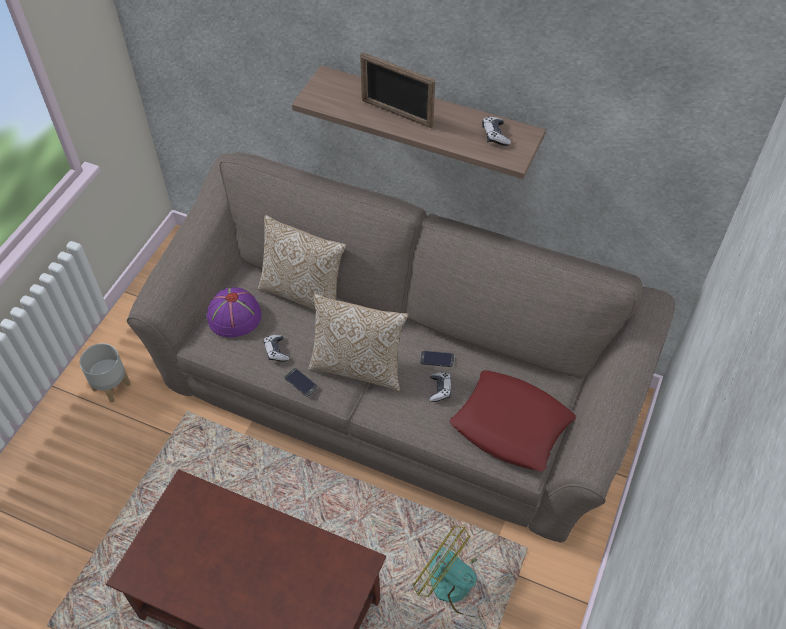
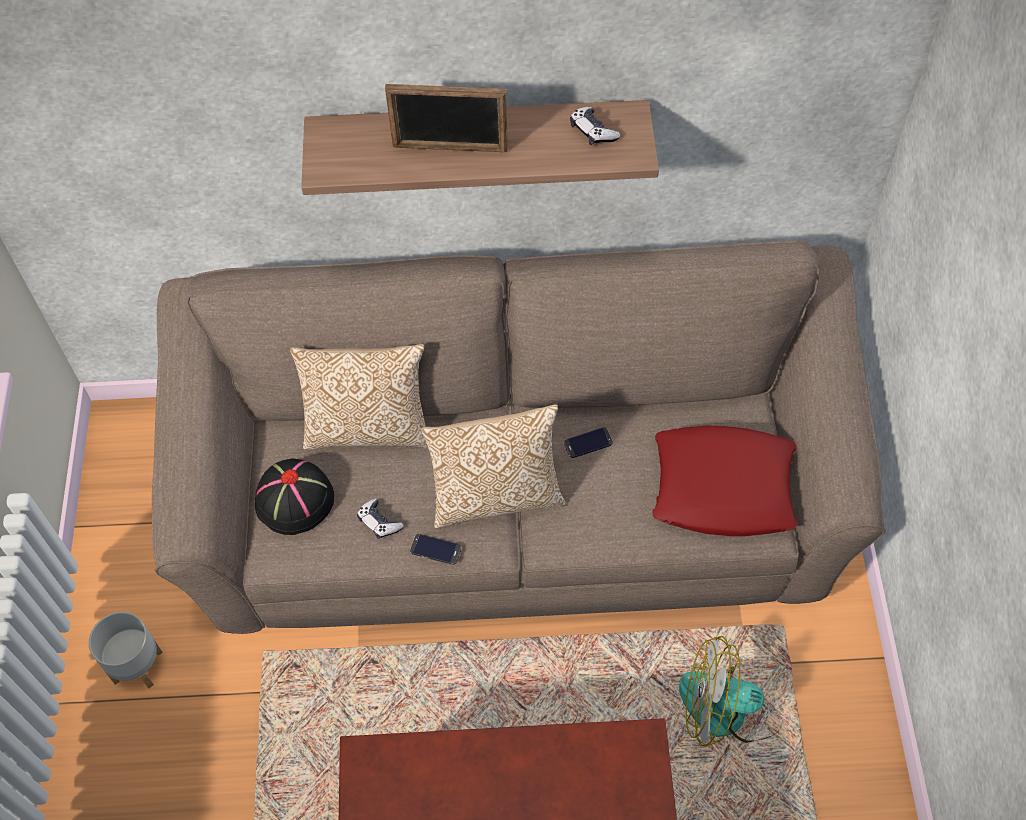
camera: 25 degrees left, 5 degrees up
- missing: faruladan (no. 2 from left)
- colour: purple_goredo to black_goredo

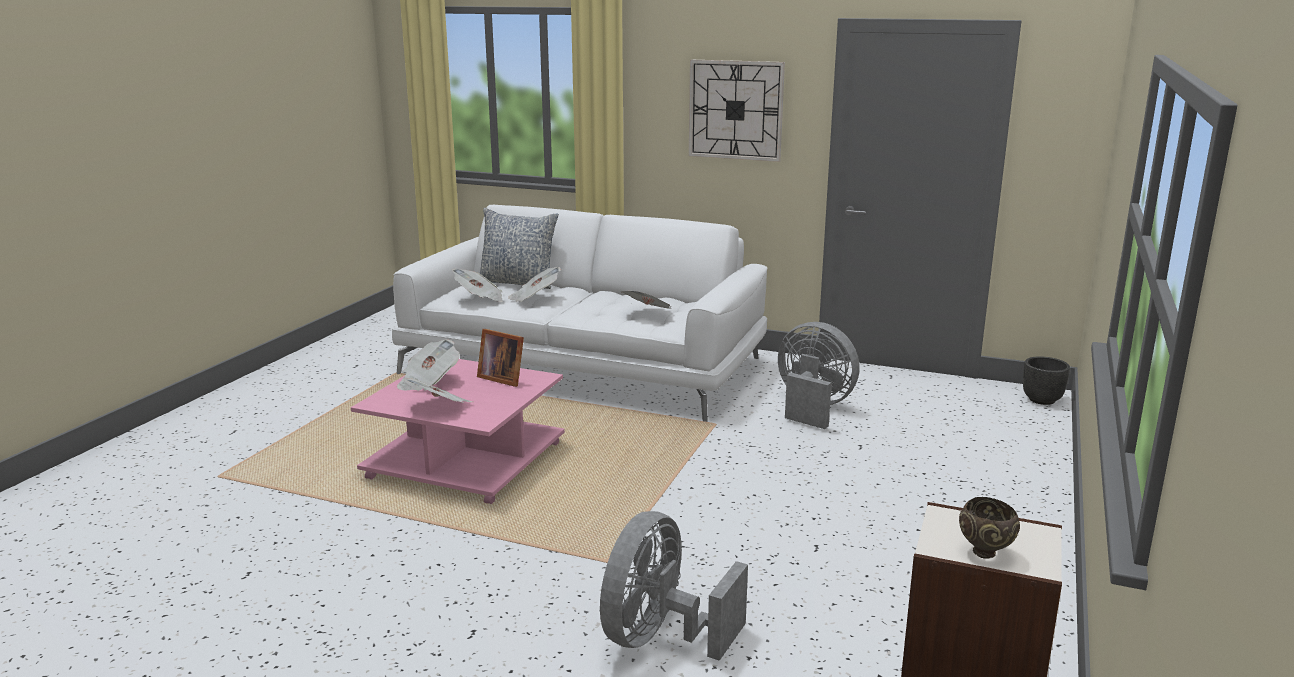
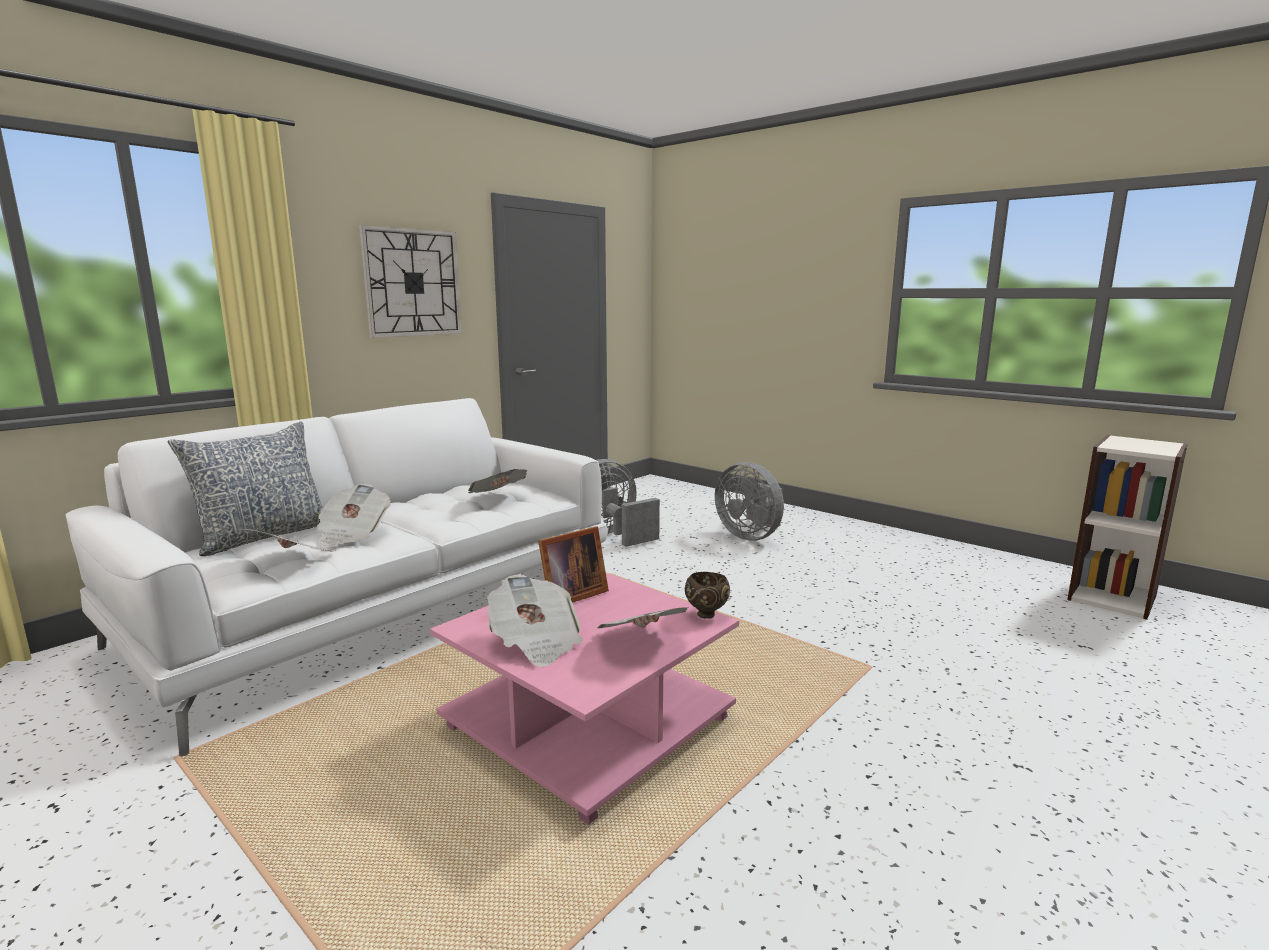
camera: 70 degrees left, 5 degrees down
- missing: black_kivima
- relocated: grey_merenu (no. 1 from left in the first image) to grey_merenu (no. 2 from left)
- relocated: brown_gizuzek

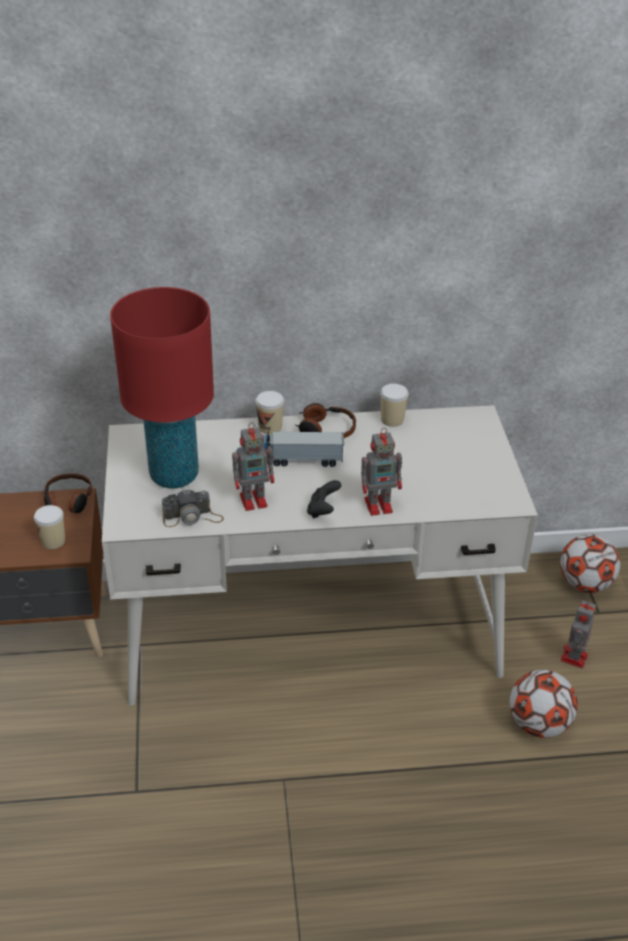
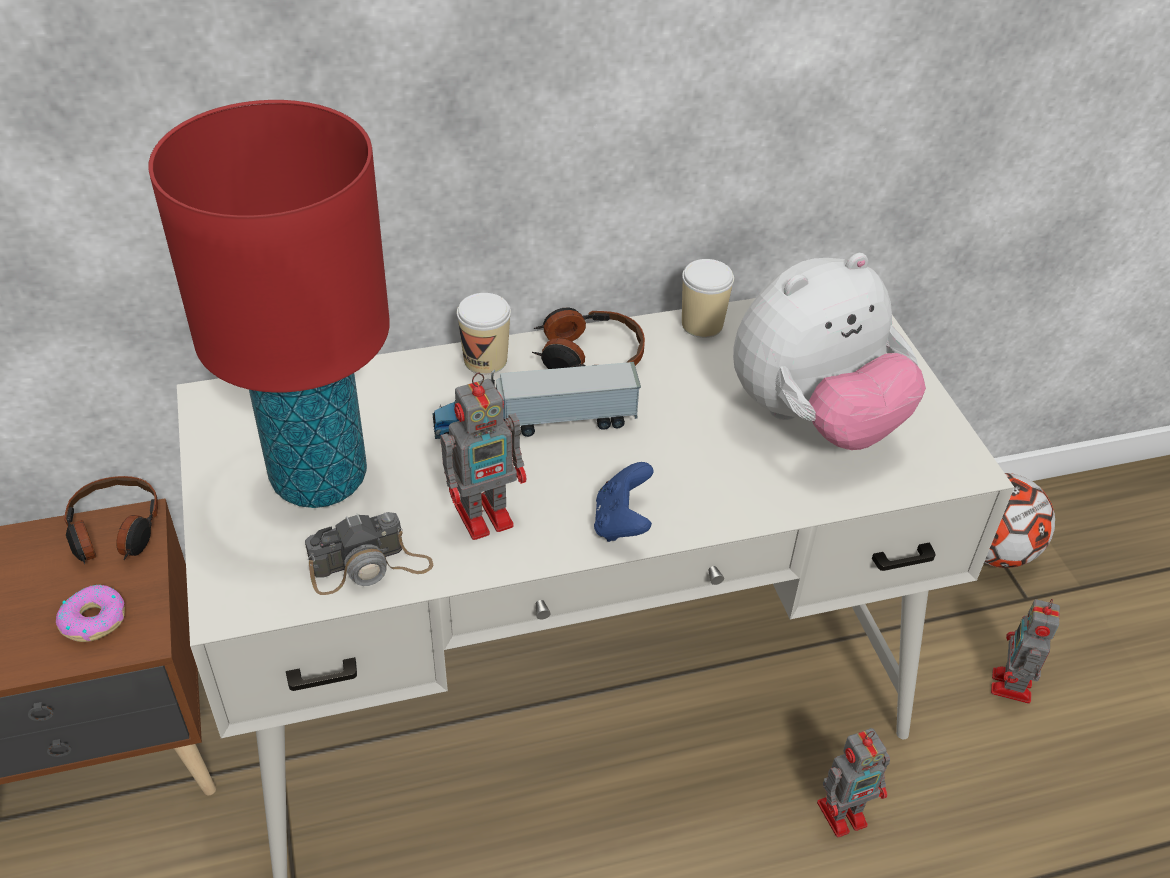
camera: 10 degrees left, 5 degrees up
- missing: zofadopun (no. 1 from left)
- appeared: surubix
- relocated: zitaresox (no. 2 from left)
- exchanged: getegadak (no. 1 from left) to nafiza
- colour: black_faruladan to blue_faruladan

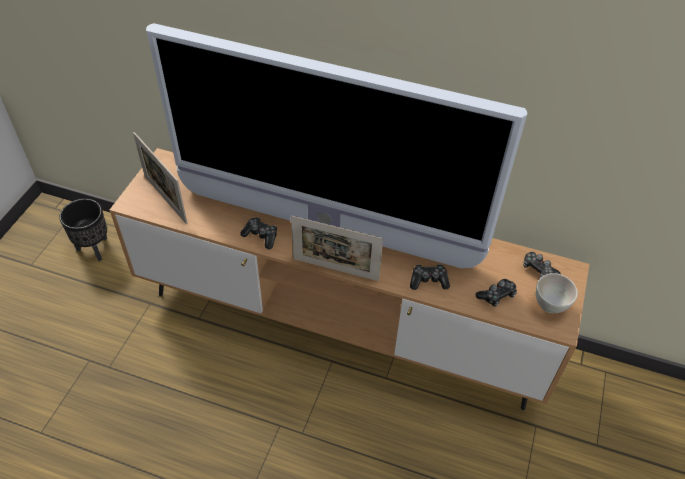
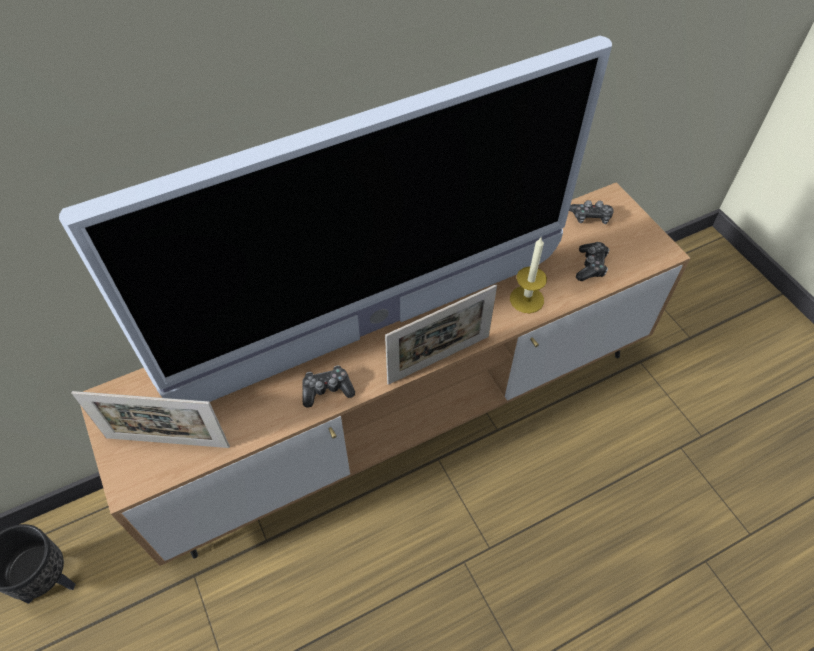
camera: 45 degrees left, 5 degrees up
- missing: white_gizuzek
- exchanged: faruladan (no. 2 from left) to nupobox

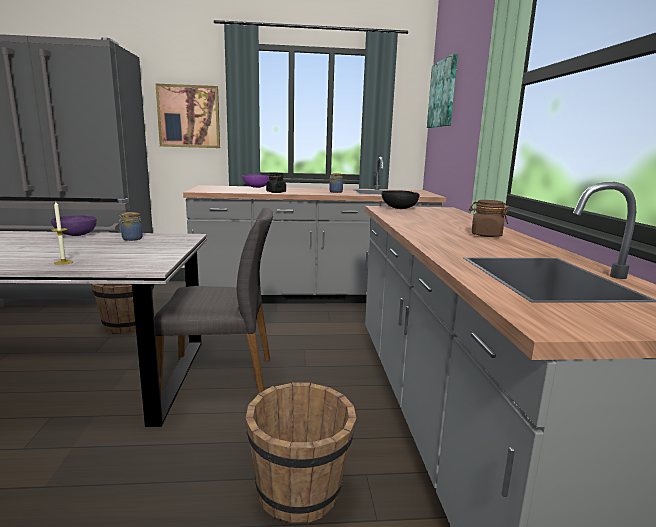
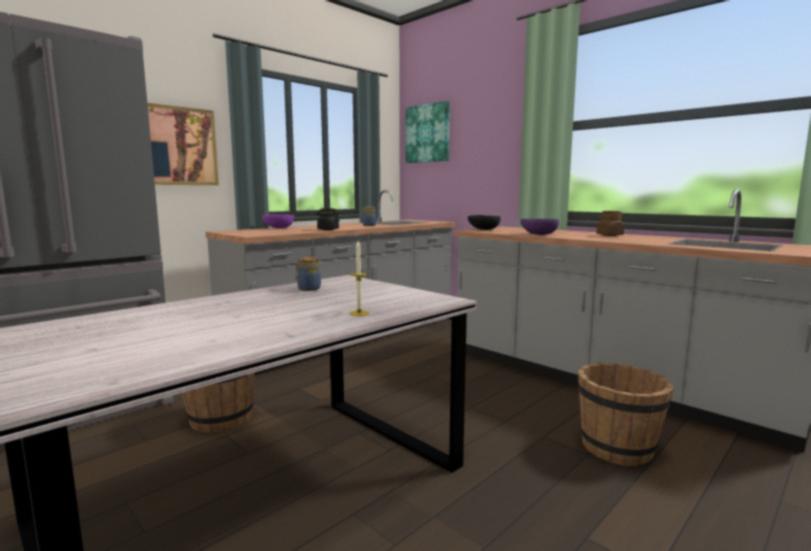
camera: 40 degrees left, 5 degrees down
- missing: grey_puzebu
- relocated: purple_gizuzek (no. 1 from left in the first image) to purple_gizuzek (no. 2 from left)

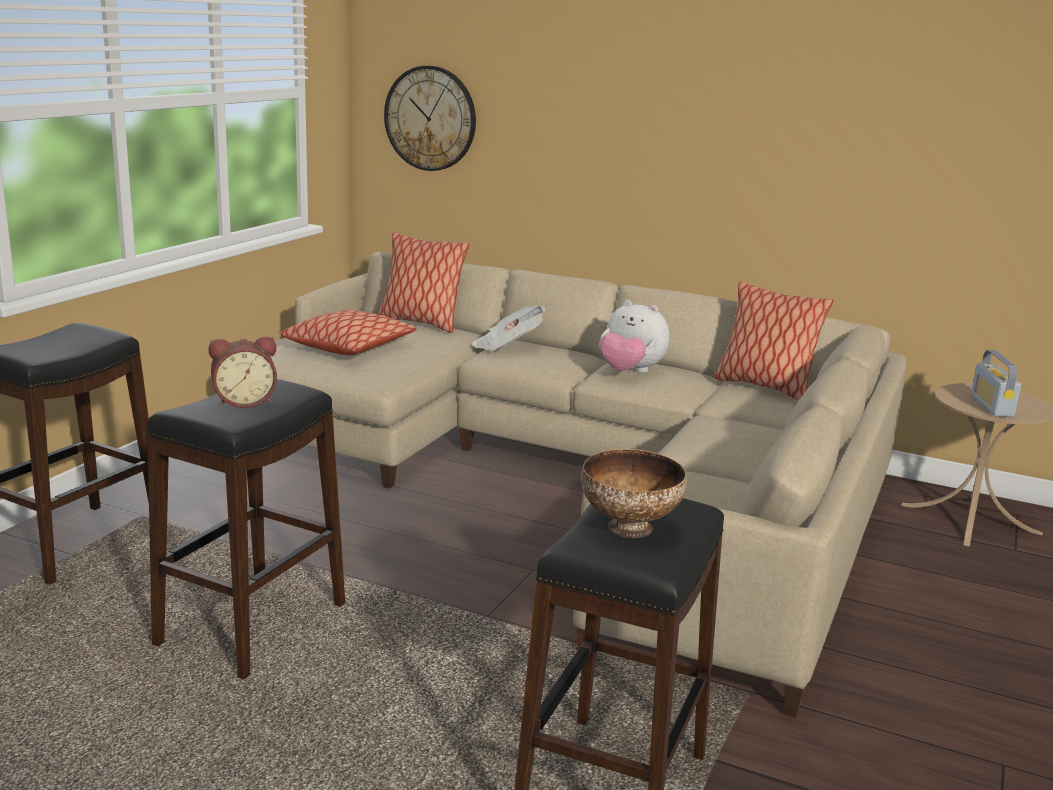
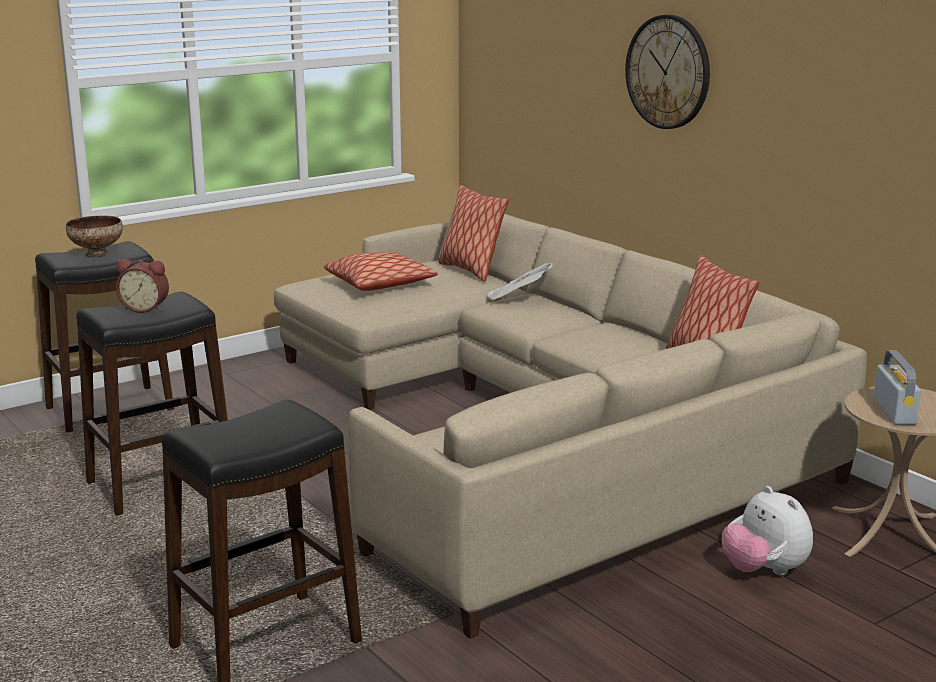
camera: 30 degrees right, 0 degrees up
- relocated: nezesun
- relocated: gizuzek
- relocated: surubix
- spun: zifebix 150 degrees clockwise

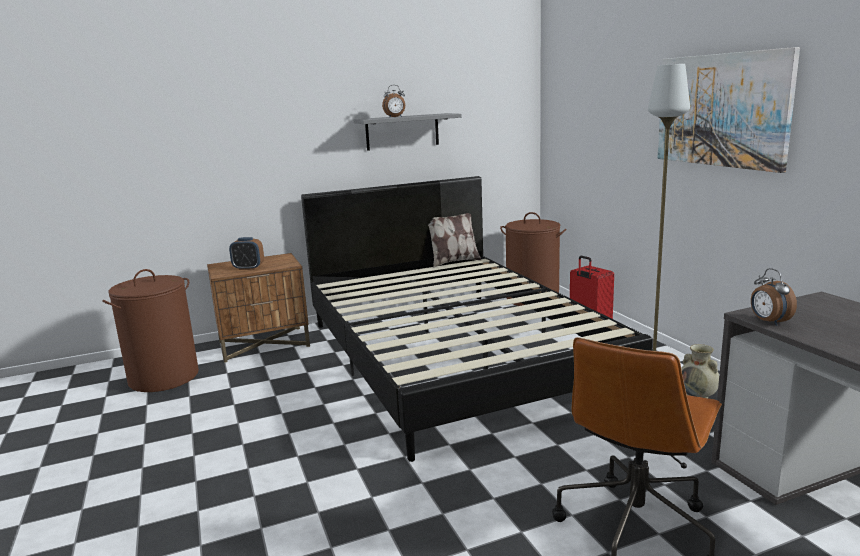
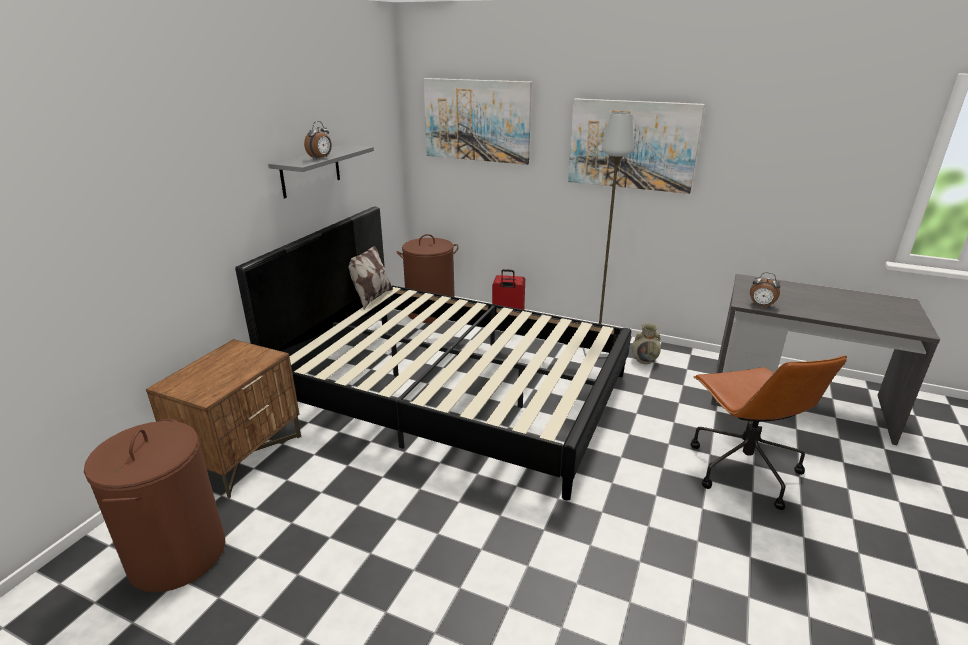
camera: 45 degrees left, 10 degrees up
- missing: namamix (no. 1 from left)
- appeared: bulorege (no. 1 from left)

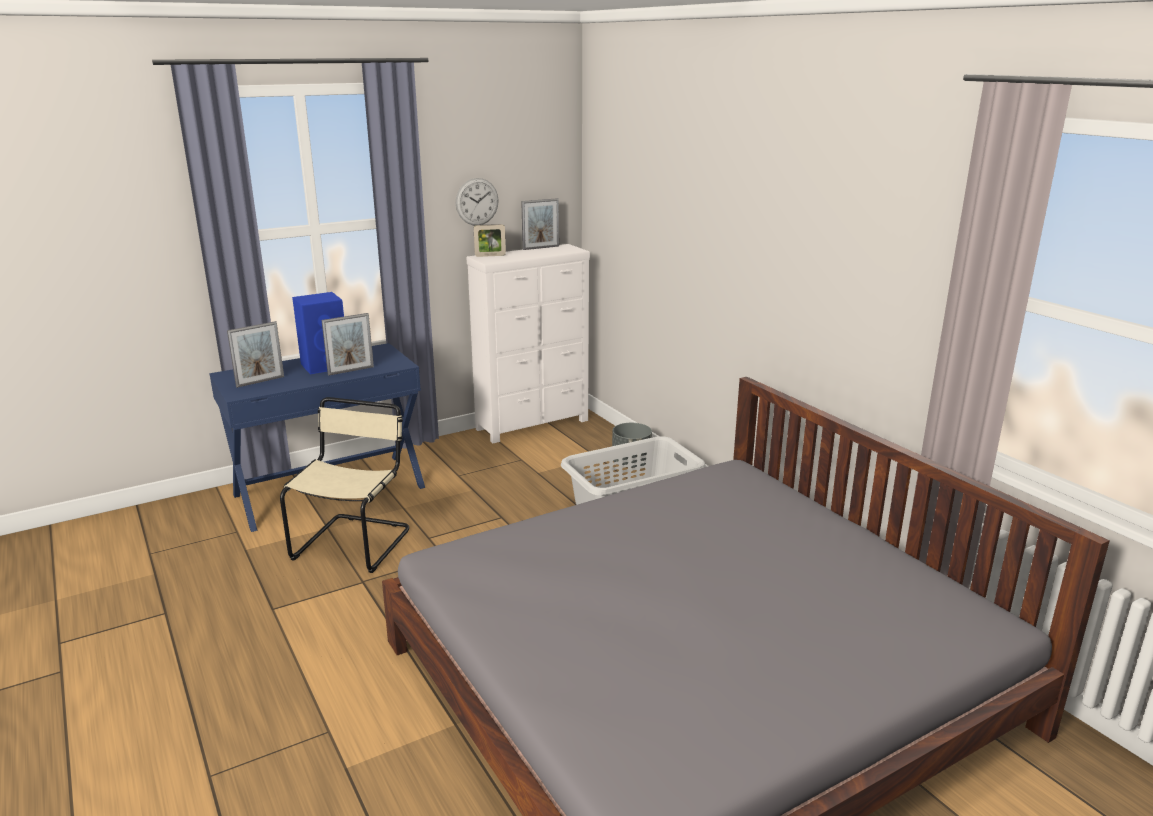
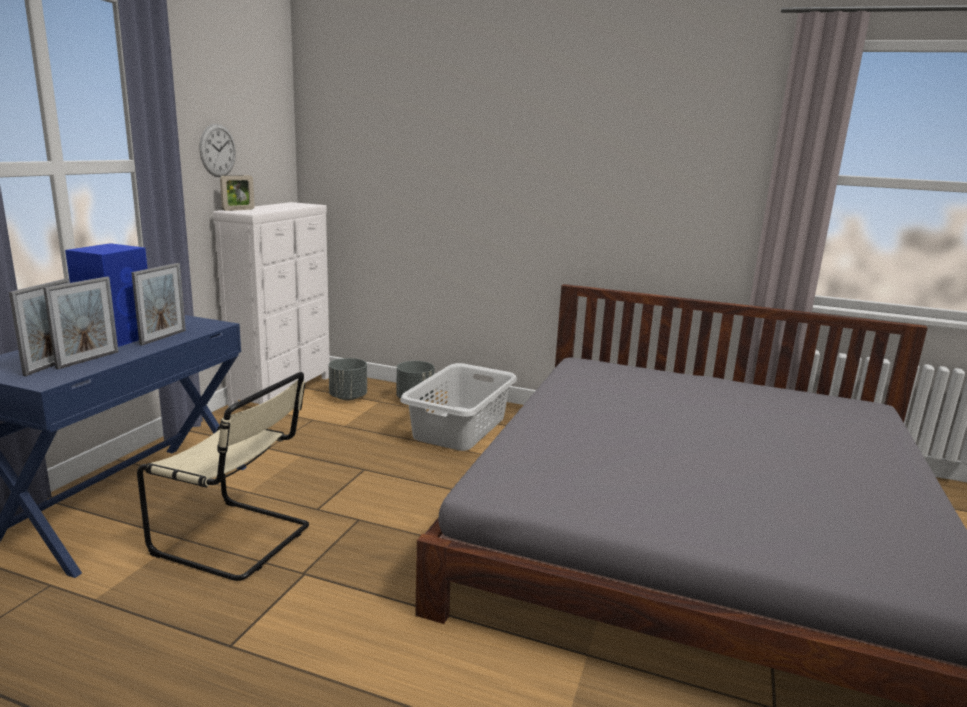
camera: 40 degrees left, 5 degrees down
- appeared: grey_kivima (no. 1 from left)
- relocated: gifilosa (no. 4 from left in the first image) to gifilosa (no. 2 from left)
- spun: beige_puzebu 135 degrees clockwise

